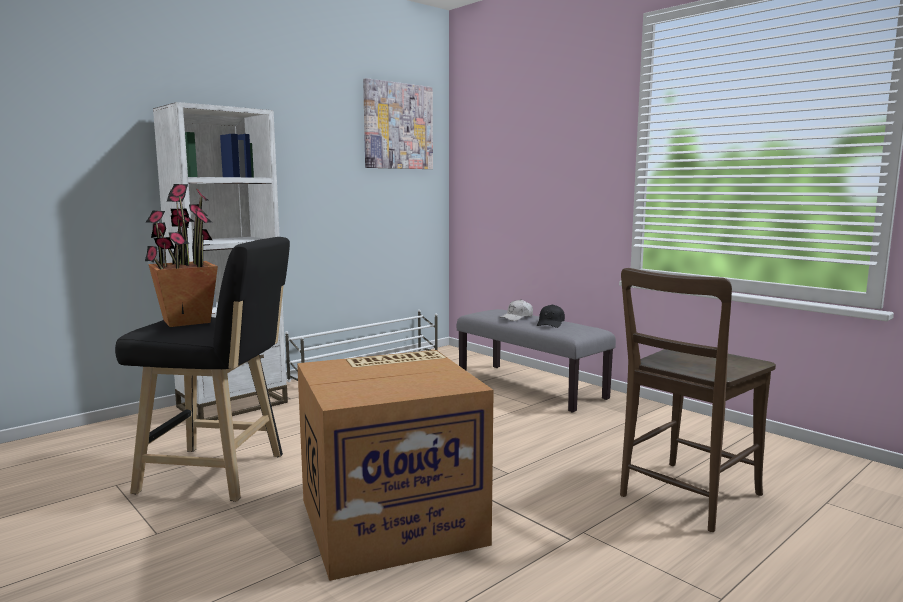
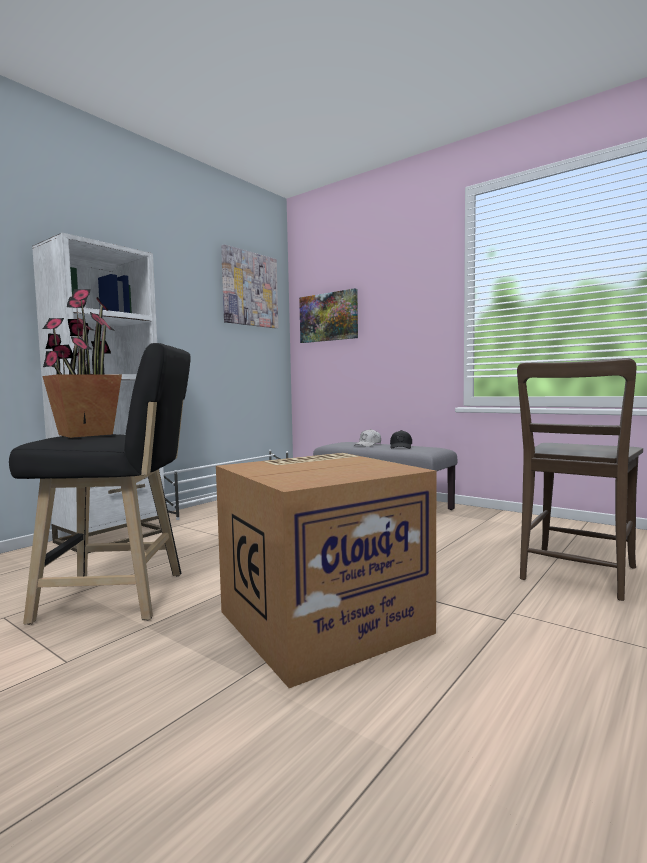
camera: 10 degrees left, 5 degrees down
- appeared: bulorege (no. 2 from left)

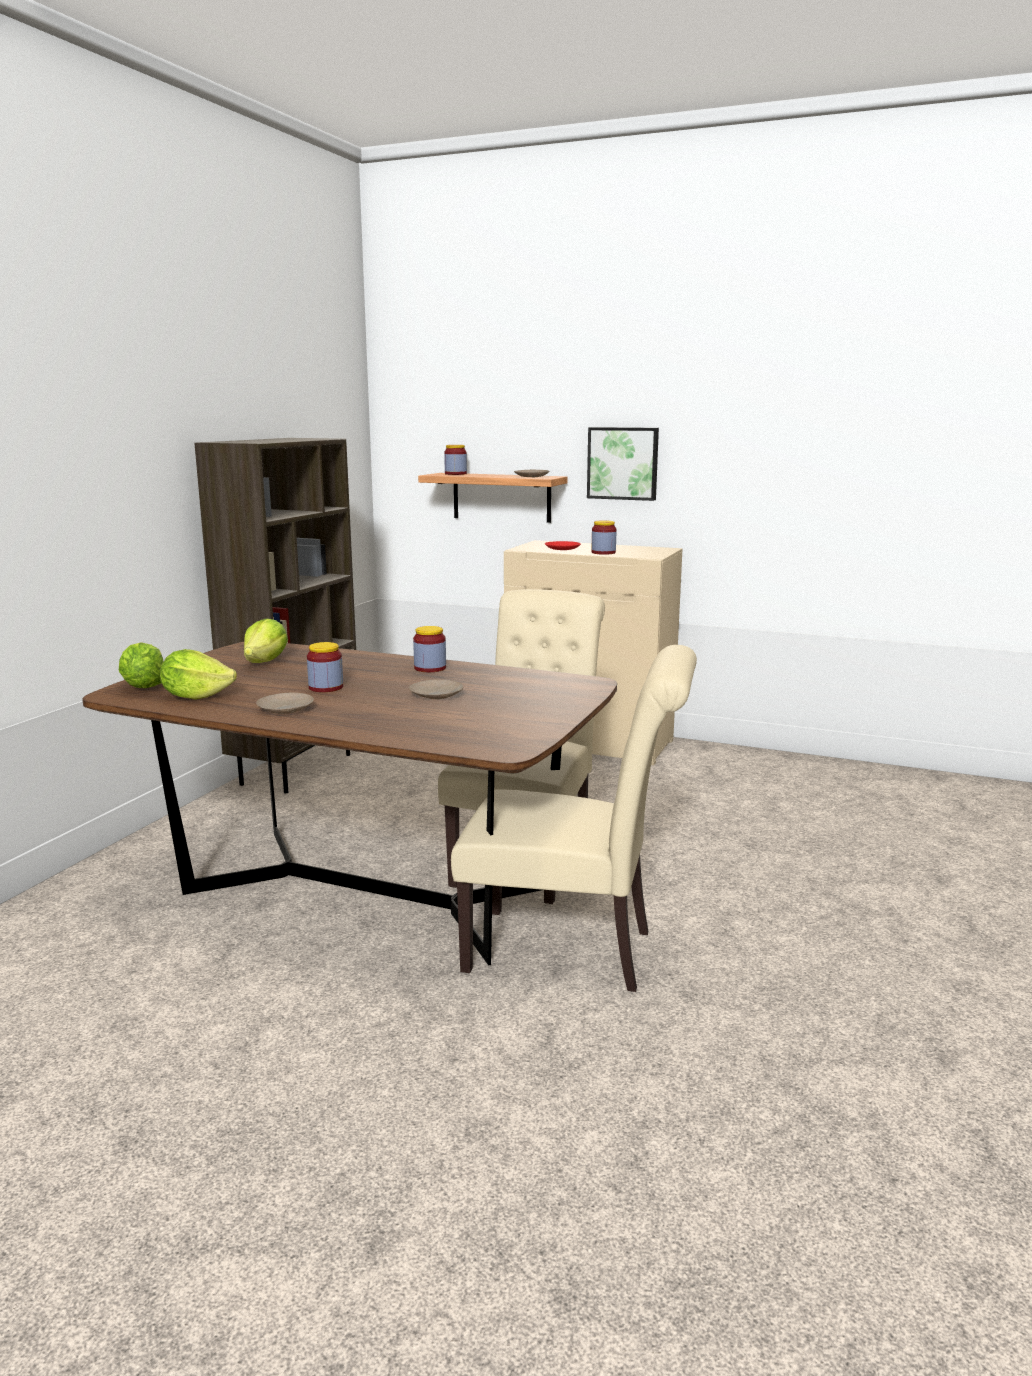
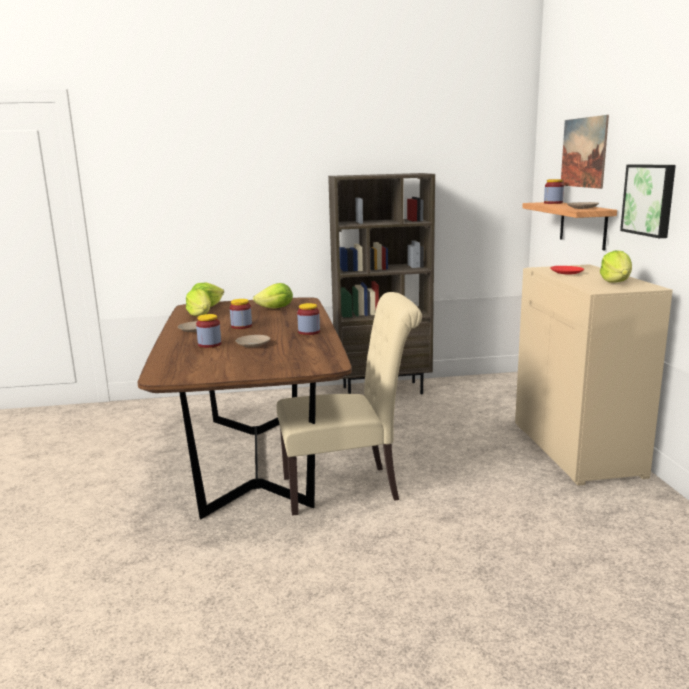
camera: 60 degrees right, 0 degrees up
- missing: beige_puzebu (no. 2 from left)
- appeared: bulorege (no. 1 from left)
- appeared: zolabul (no. 4 from left)
- relocated: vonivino (no. 4 from left in the first image) to vonivino (no. 1 from left)

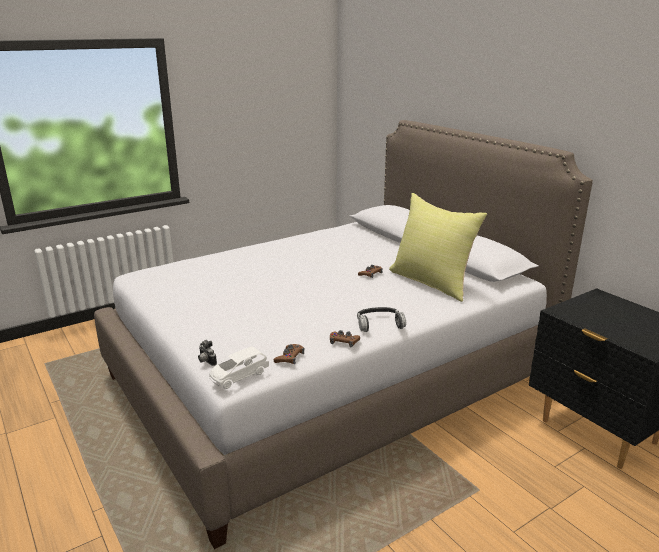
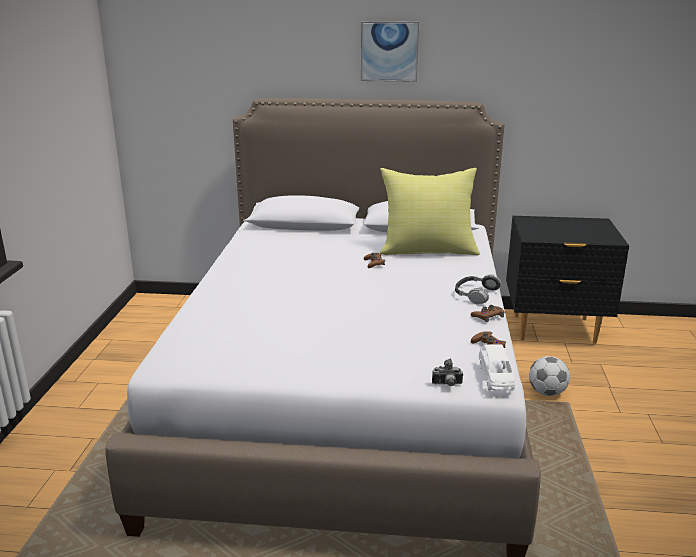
camera: 50 degrees left, 0 degrees up
- appeared: bulorege
- appeared: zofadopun

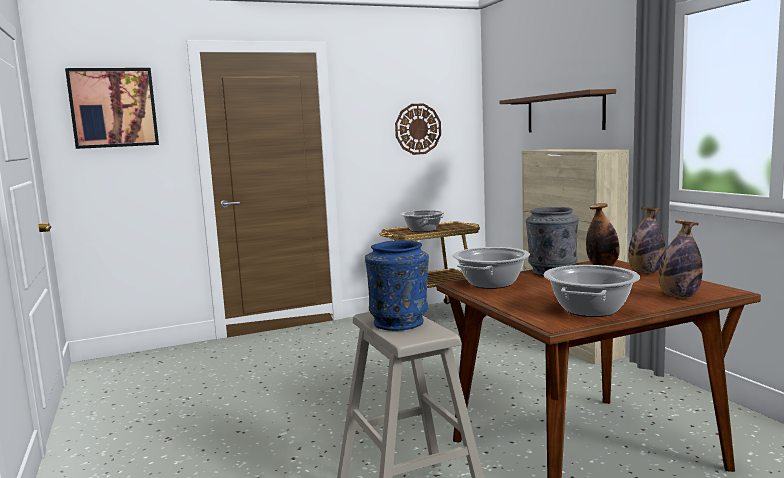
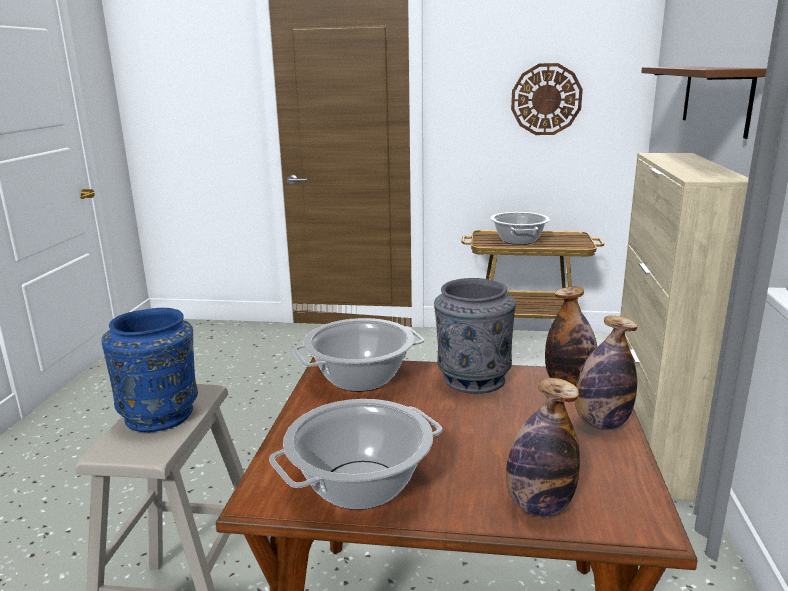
camera: 30 degrees right, 10 degrees up
- missing: bulorege

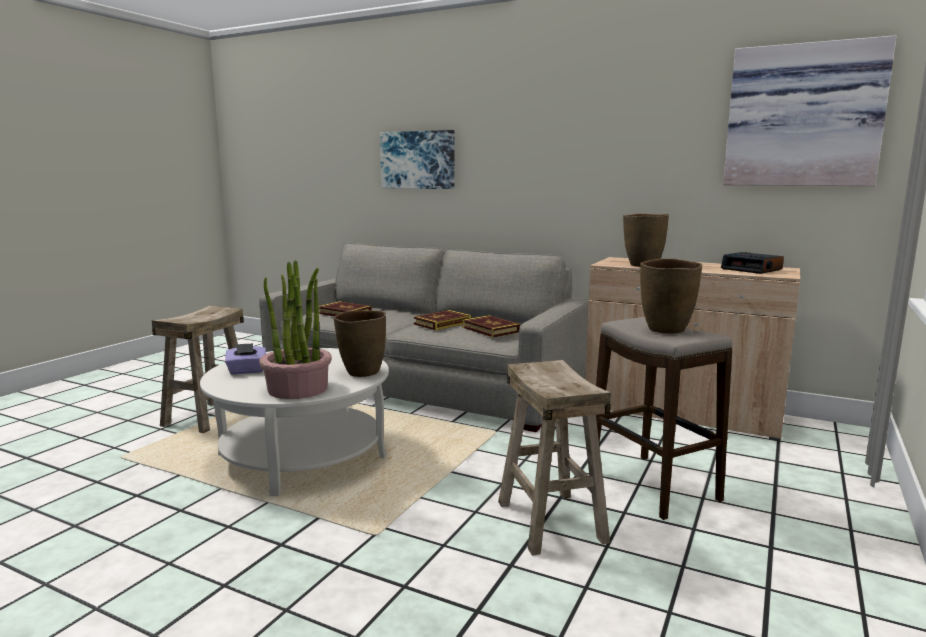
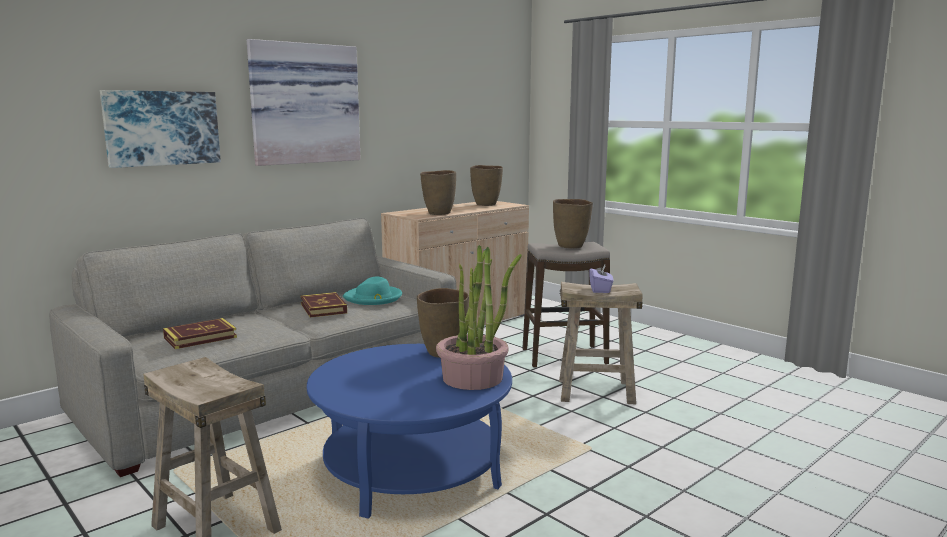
camera: 70 degrees left, 0 degrees up
- relocated: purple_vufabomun
- relocated: bulorege (no. 2 from left)
- exchanged: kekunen (no. 3 from left) to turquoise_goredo
- exchanged: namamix to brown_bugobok (no. 3 from left)
- colour: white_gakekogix to blue_gakekogix

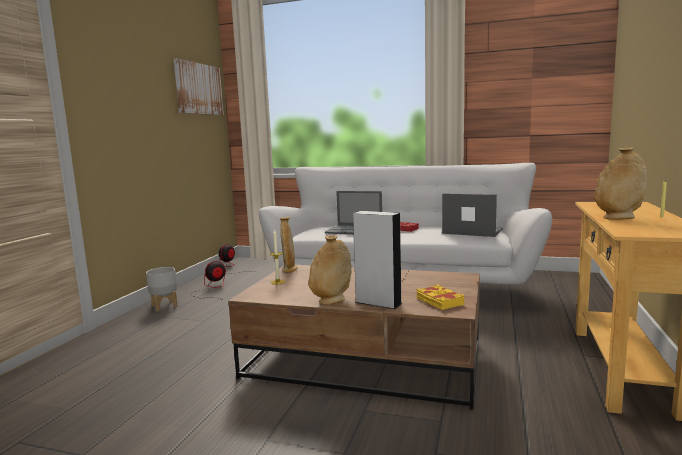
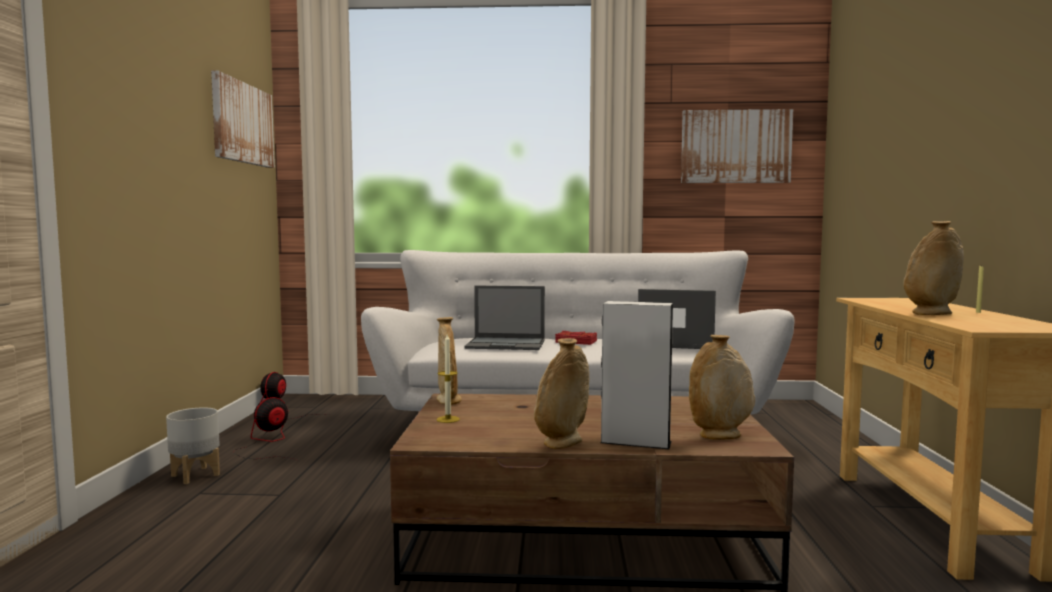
camera: 15 degrees left, 5 degrees down
- appeared: bulorege (no. 2 from left)
- exchanged: yellow_kekunen to beige_bugobok (no. 3 from left)

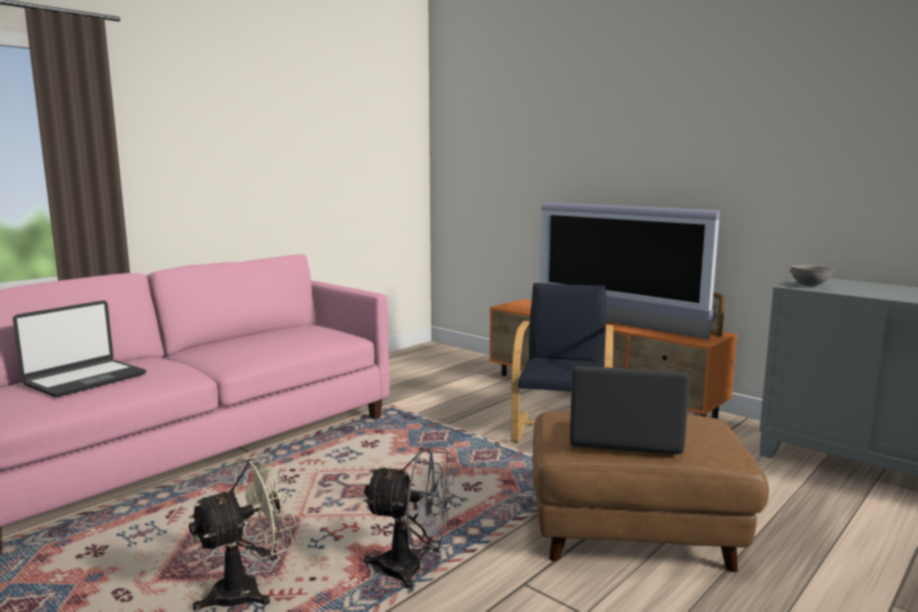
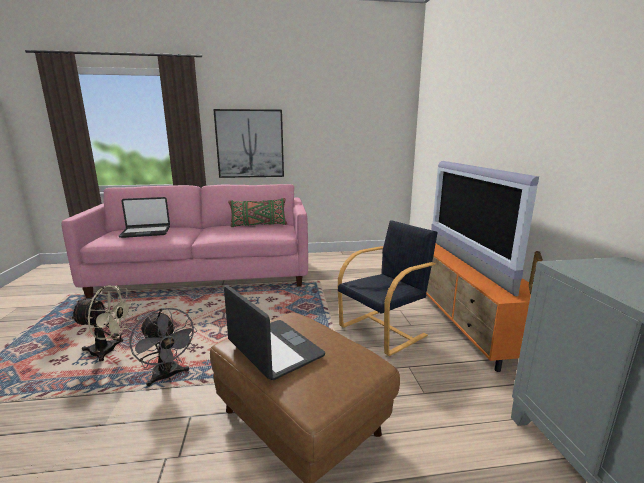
camera: 40 degrees right, 5 degrees up
- missing: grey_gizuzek
- appeared: bulorege
- appeared: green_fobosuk

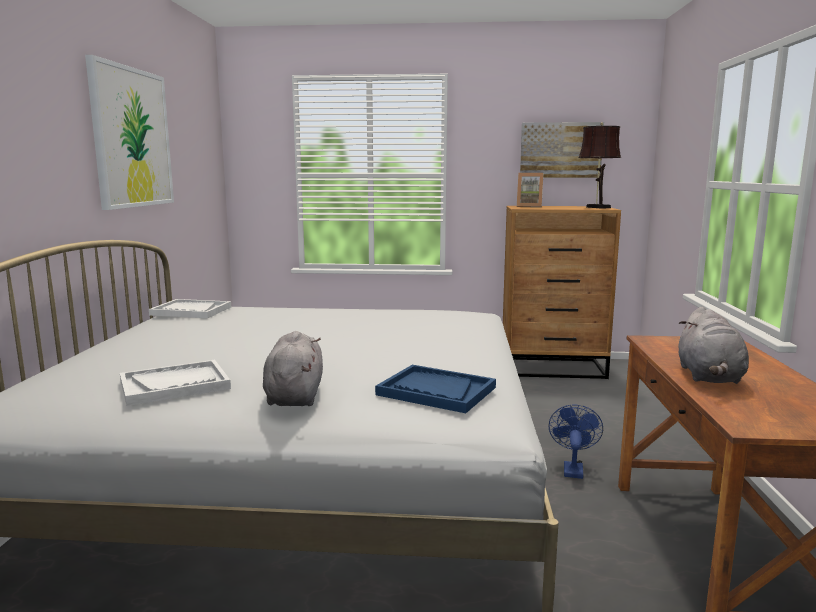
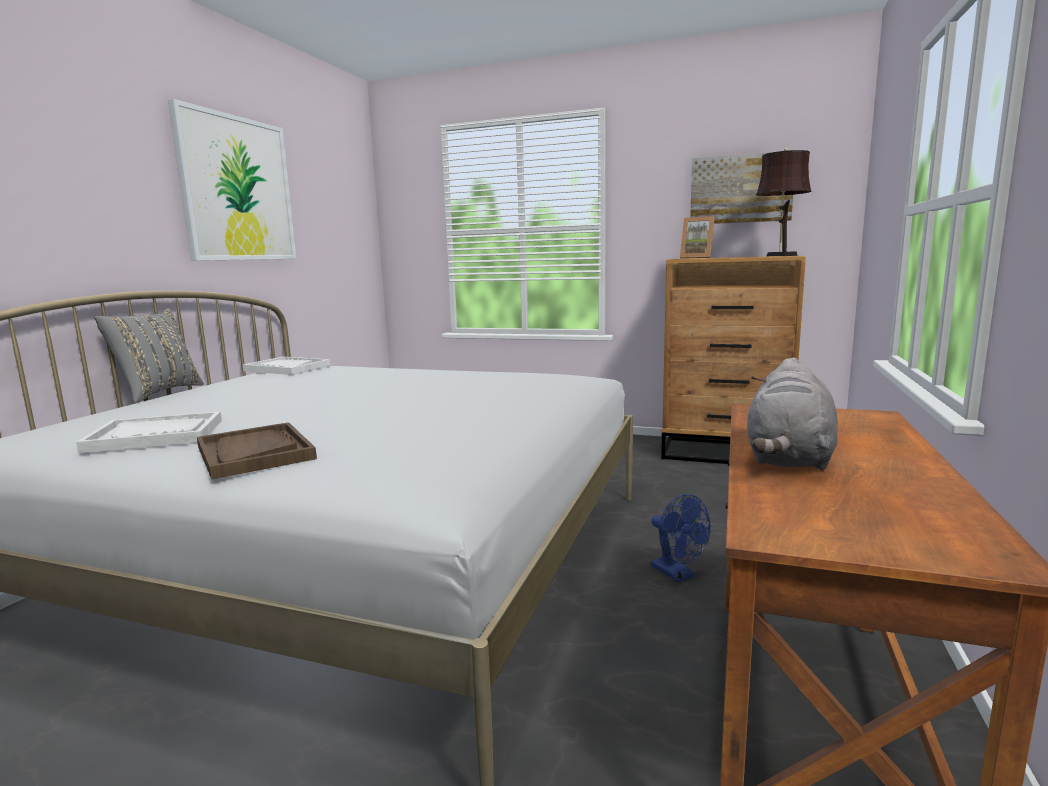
camera: 15 degrees right, 0 degrees up
- missing: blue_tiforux
- appeared: grey_fobosuk
- exchanged: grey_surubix (no. 1 from left) to brown_tiforux
- spun: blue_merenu 120 degrees clockwise

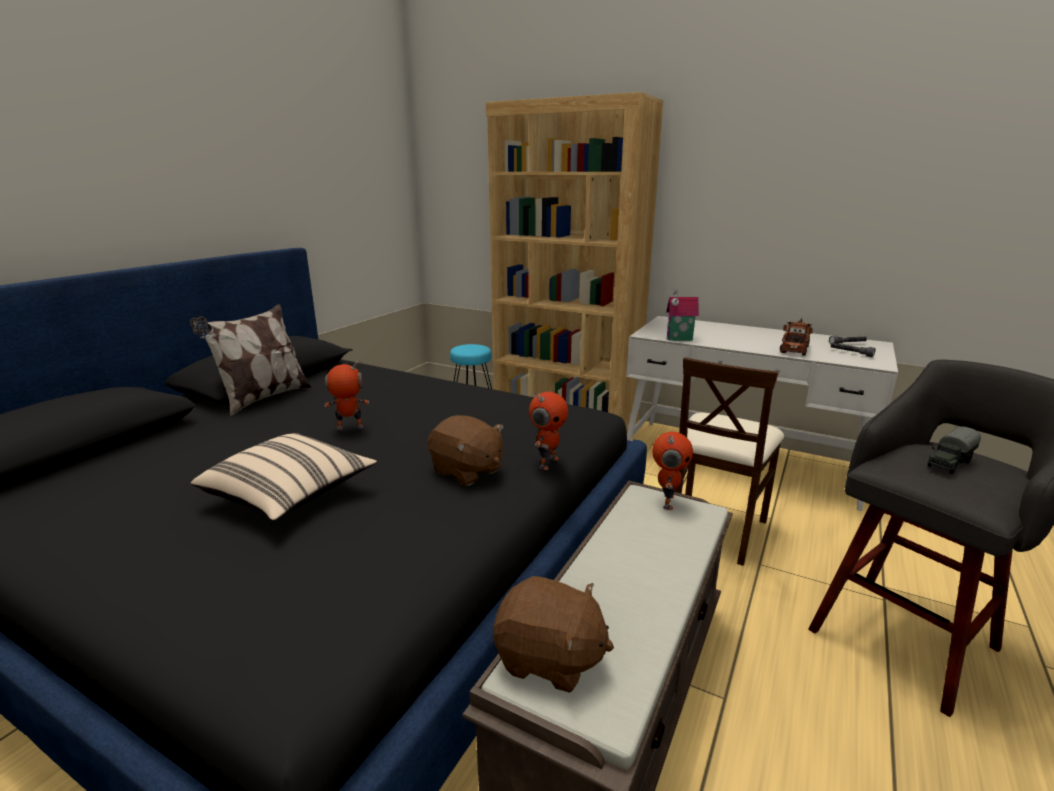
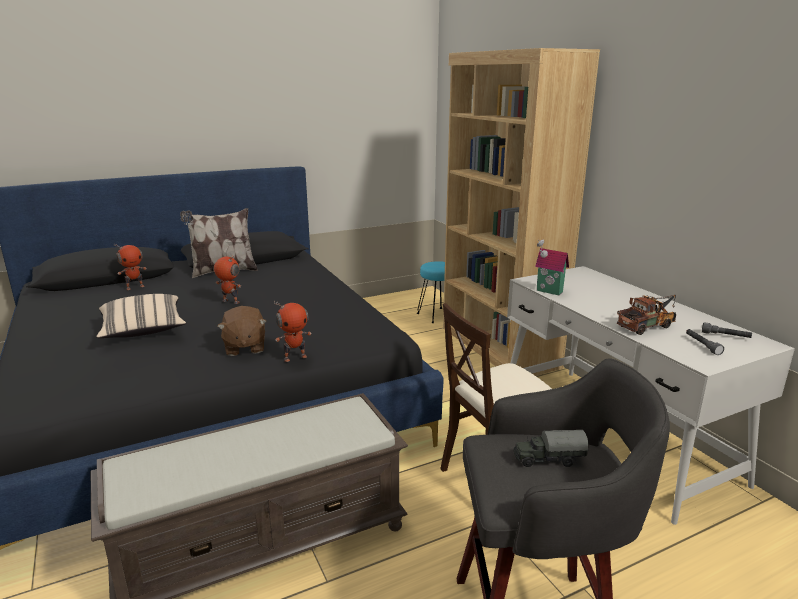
camera: 35 degrees right, 0 degrees up
- missing: brown_surubix (no. 2 from left)
- relocated: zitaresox (no. 3 from left in the first image) to zitaresox (no. 1 from left)

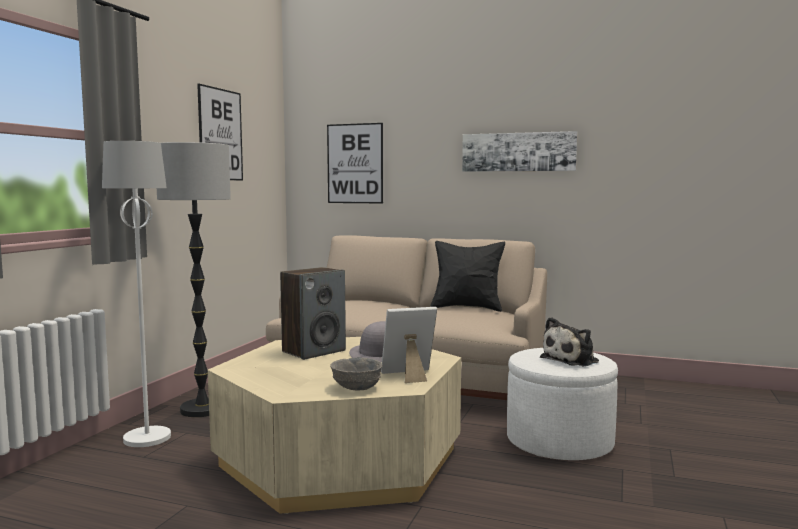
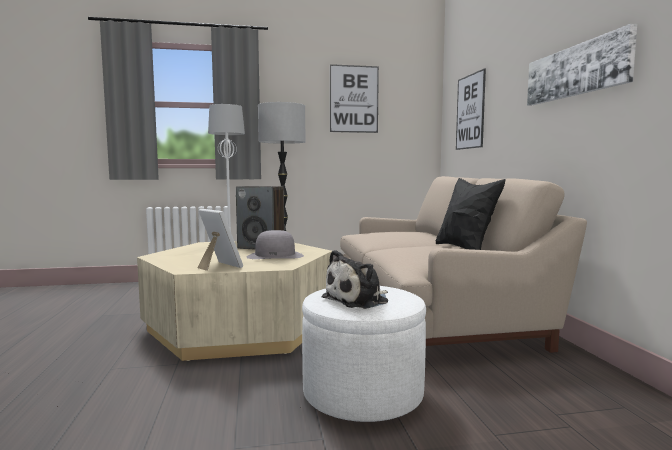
camera: 60 degrees right, 0 degrees up
- missing: grey_gizuzek
- spun: surubix 60 degrees counterclockwise

